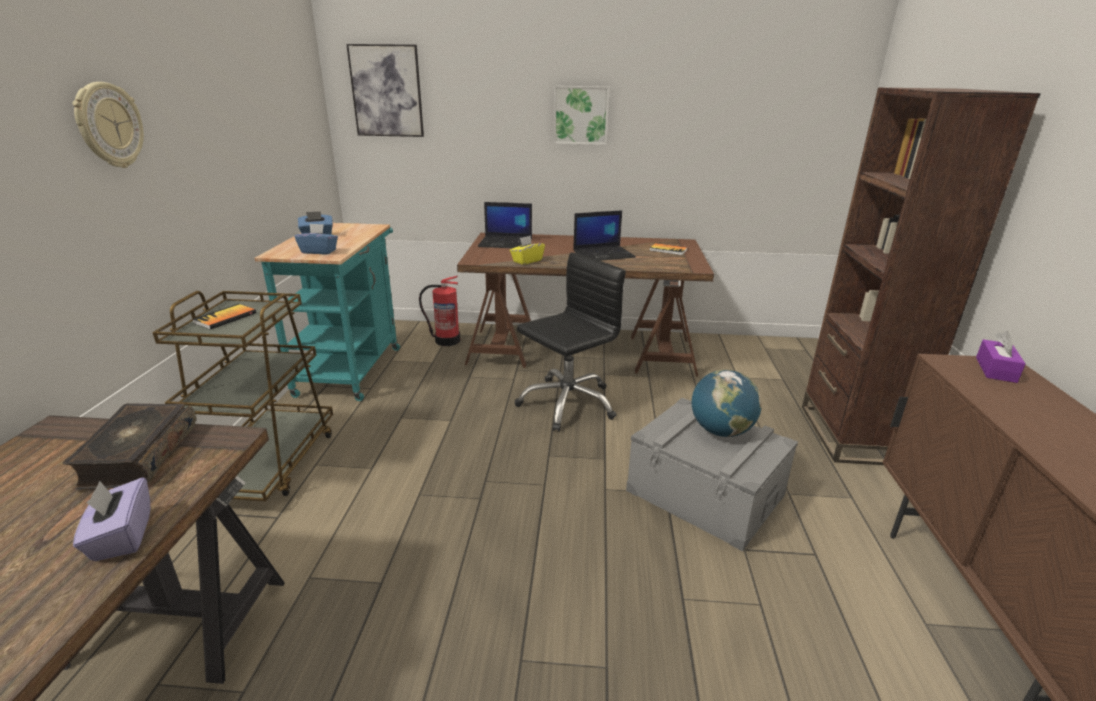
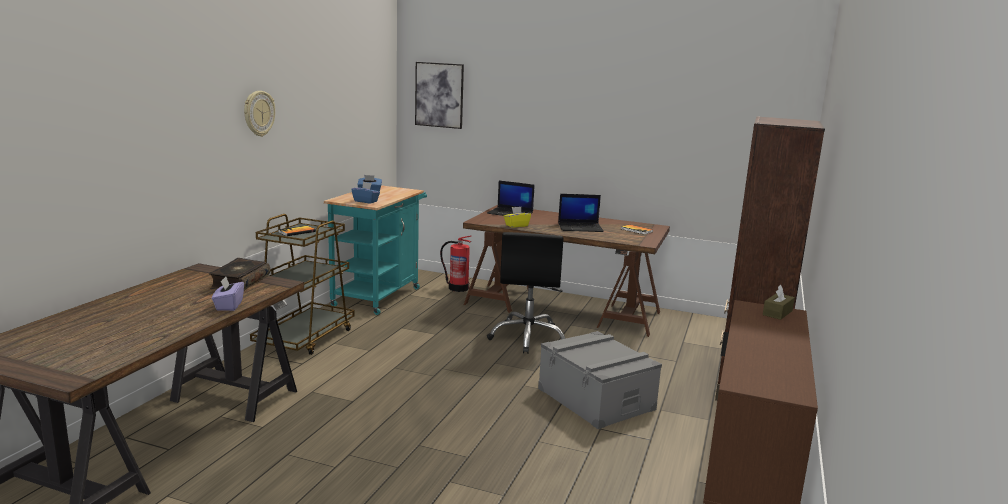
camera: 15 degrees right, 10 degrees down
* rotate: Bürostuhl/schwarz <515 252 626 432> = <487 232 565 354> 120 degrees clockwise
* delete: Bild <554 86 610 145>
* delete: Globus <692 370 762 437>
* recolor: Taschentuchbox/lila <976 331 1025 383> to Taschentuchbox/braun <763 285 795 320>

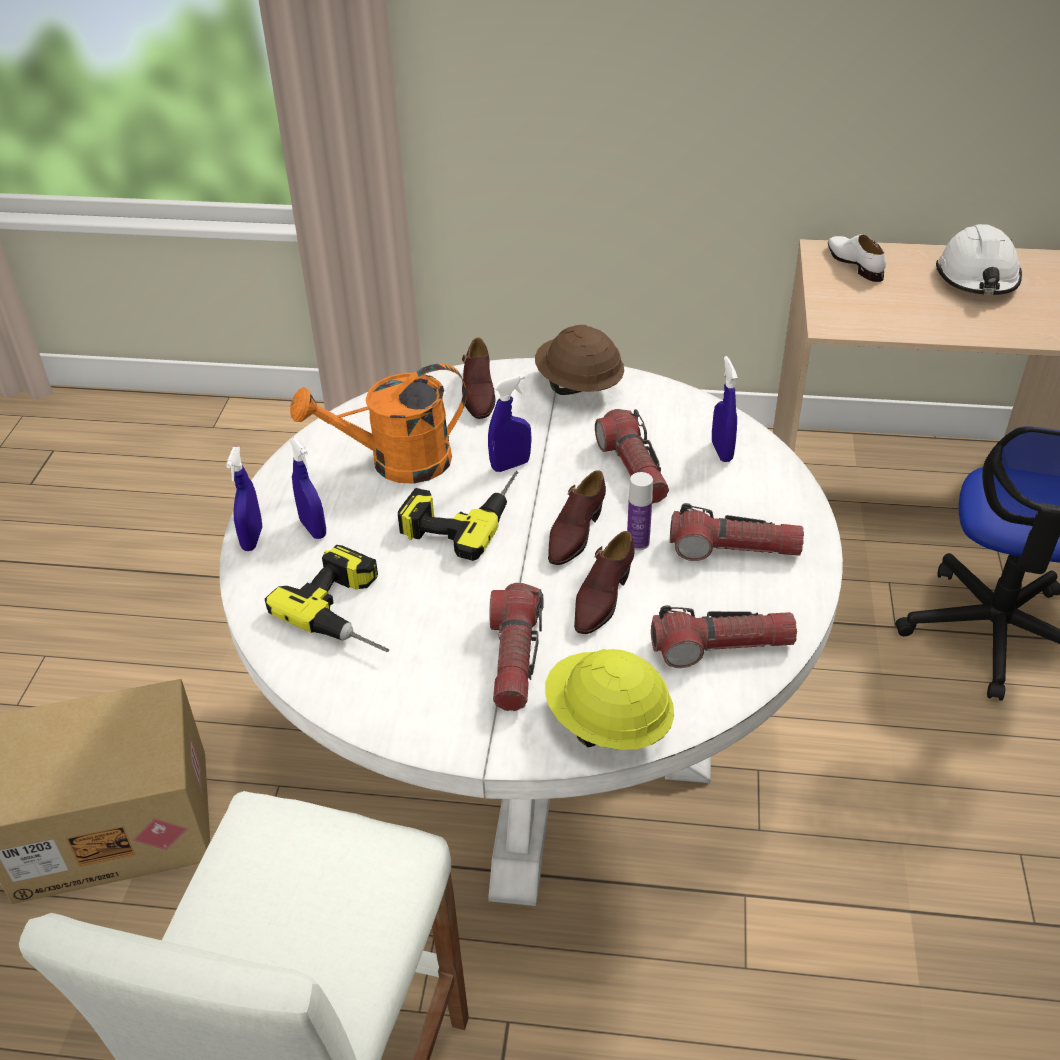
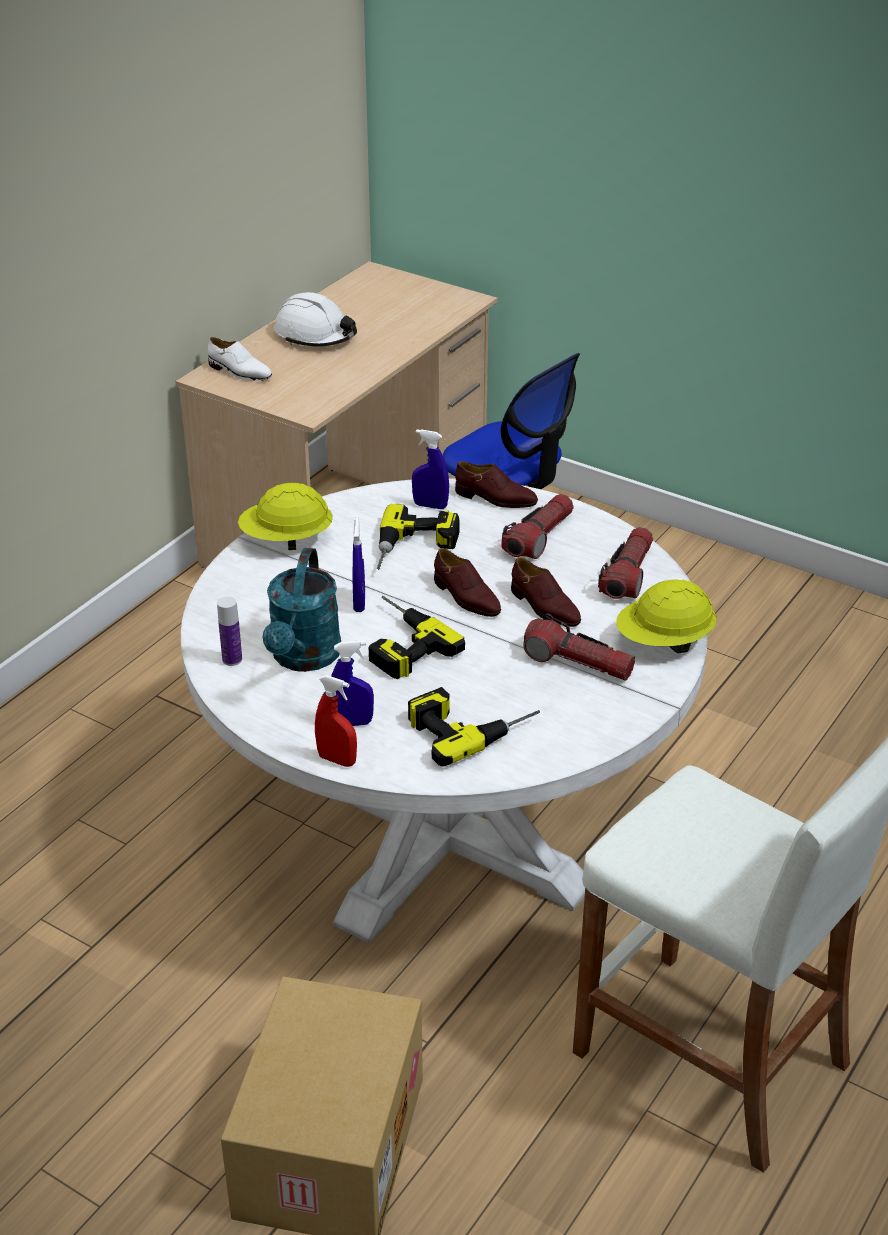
camera: 65 degrees left, 5 degrees down
* recolor: Sprühflasche/blau <226 447 262 551> to Sprühflasche/rot <315 675 357 767>
* recolor: Gießkanne/orange <290 363 467 484> to Gießkanne/türkis <263 548 341 672>
* move: Schuh/braun <462 338 495 419> to <455 461 538 508>
* recolor: Schutzhelm/braun <535 325 624 395> to Schutzhelm/gelb <238 483 333 550>
* replace: Taschenlampe <595 409 669 504> to Bohrmaschine <377 504 460 570>
* move: Flasche <627 472 653 551> to <217 596 242 666>
* rotate: Schuh/weiß <828 234 886 282> = <208 337 272 381> 150 degrees counterclockwise

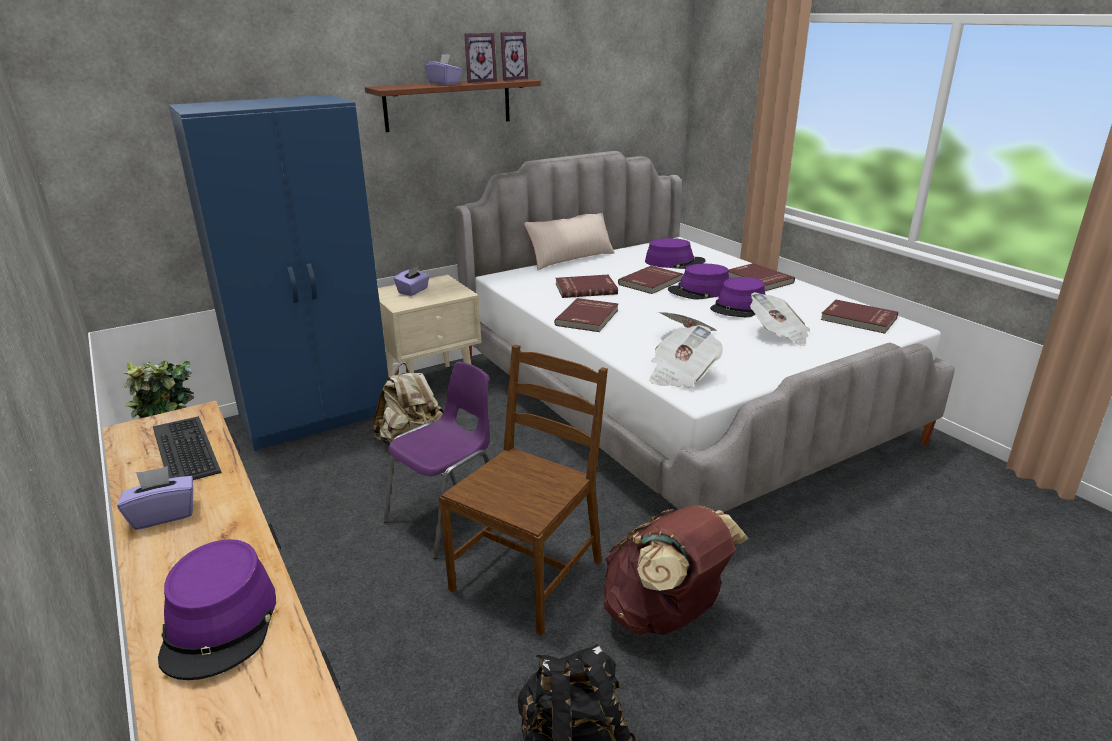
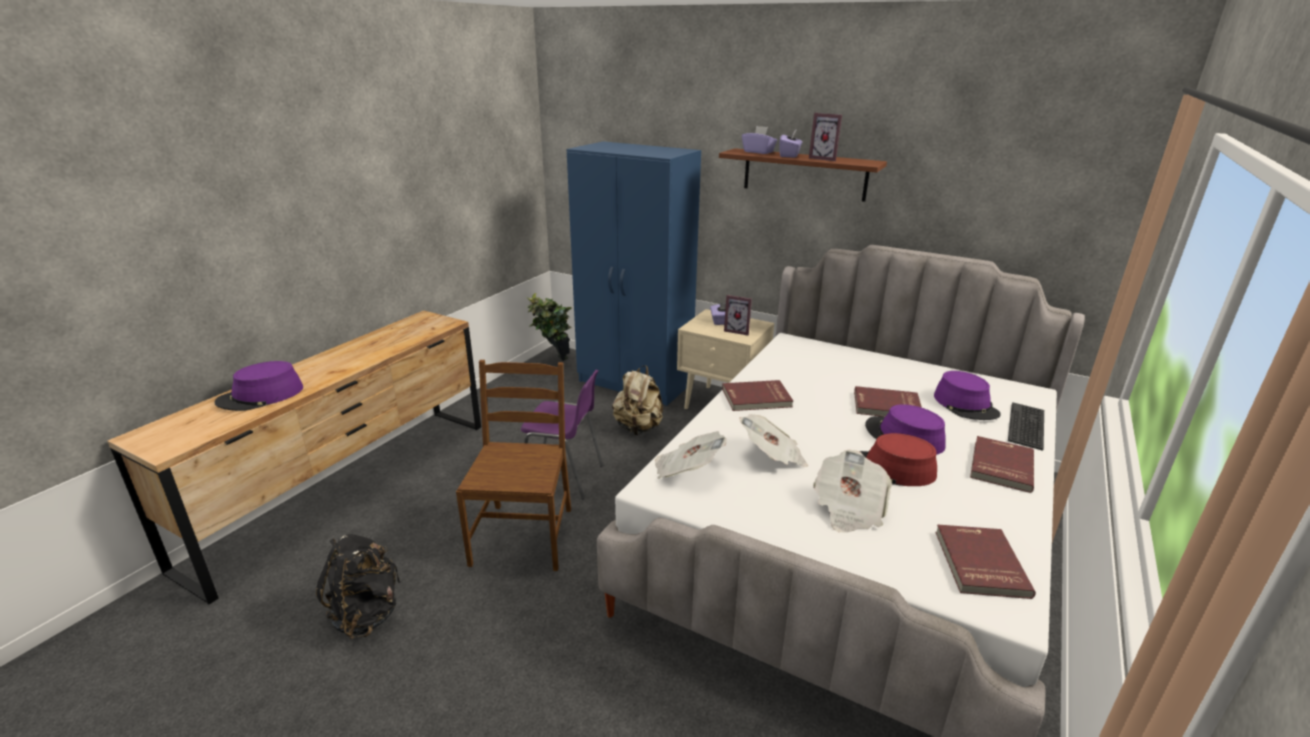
camera: 60 degrees right, 0 degrees up
* move: Taschentuchbox/lila <117 466 193 530> to <742 126 777 154>
* move: Tastatur <153 416 221 480> to <1008 402 1044 451>
* rotate: Stuhl/braun <439 344 608 635> = <456 360 571 571> 90 degrees counterclockwise
* move: Bilderrahmen <500 32 528 81> to <724 295 752 335>
* delete: Kissen/beige <524 213 615 270>
* delete: Buch/rot <555 275 618 298>
* delete: Rucksack/braun <603 506 749 635>
* recolor: Hut/lila <710 277 766 317> to Hut/rot <859 433 937 486>

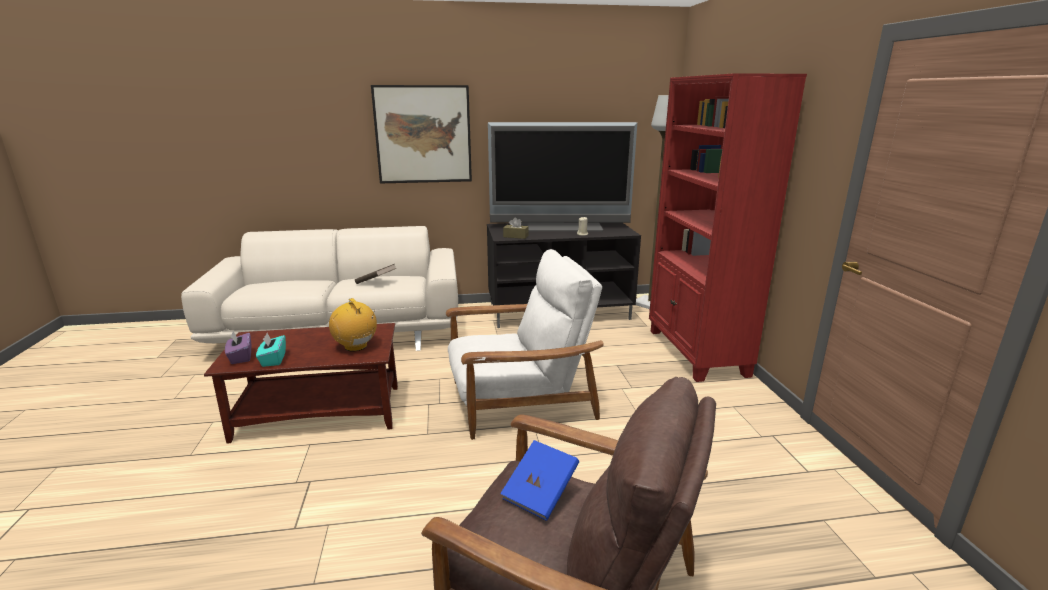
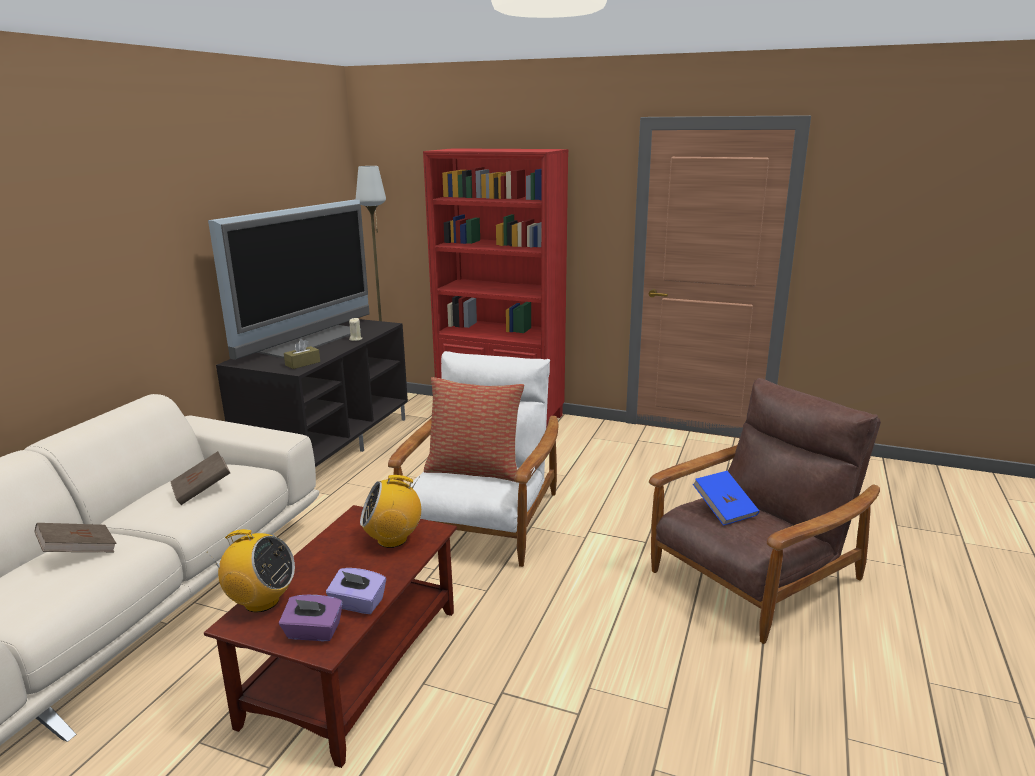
camera: 60 degrees left, 0 degrees up
* recolor: Taschentuchbox/türkis <256 333 286 367> to Taschentuchbox/lila <326 568 386 614>
* delete: Bild <371 85 472 183>
* insert: Buch/braun <34 523 116 552>
* insert: Radio <206 529 295 612>
* insert: Kissen <424 377 524 482>

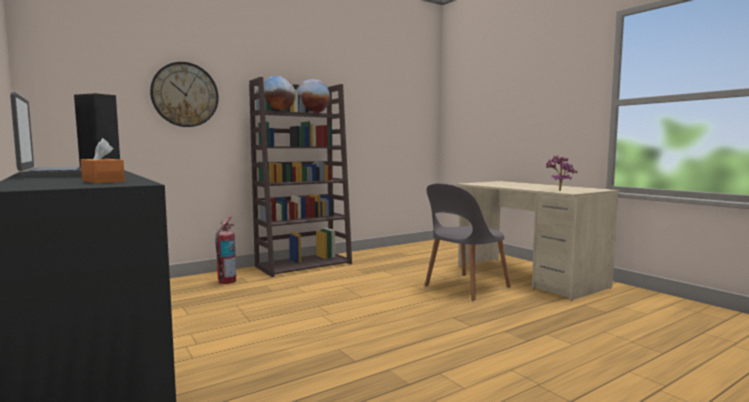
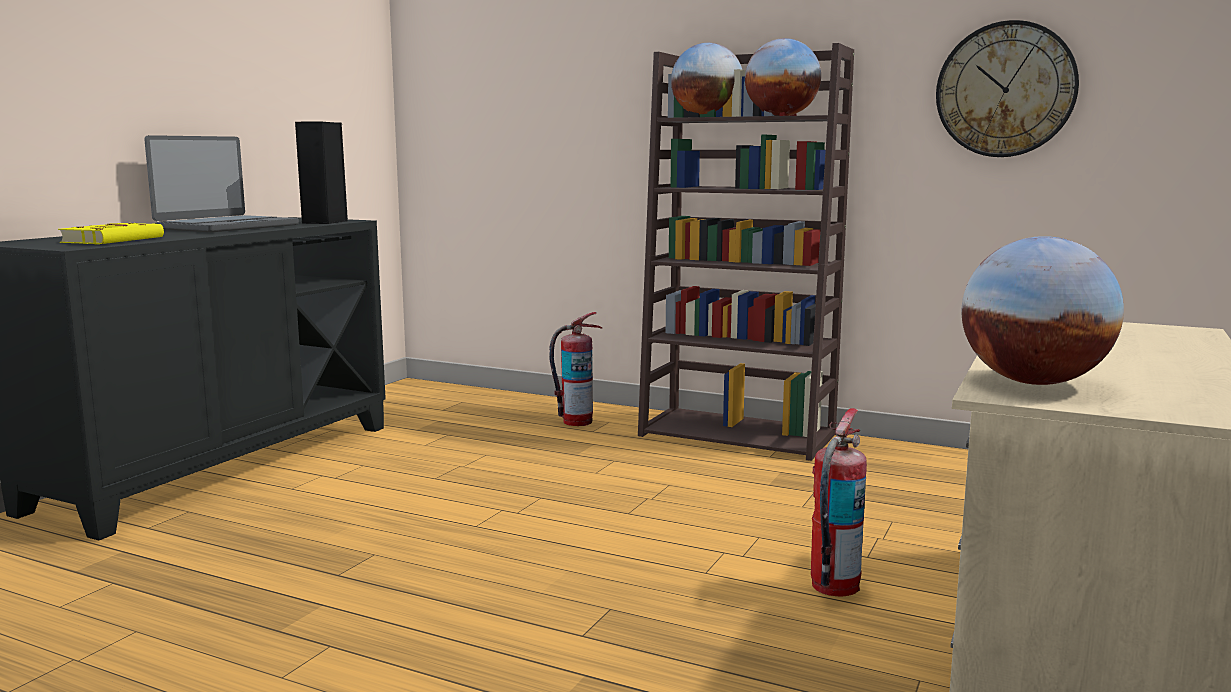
camera: 60 degrees right, 5 degrees up
* replace: Taschentuchbox/orange <81 138 125 183> to Buch/gelb <58 223 164 244>
* move: Wanduhr <150 62 219 127> to <936 20 1079 157>
* replace: Stuhl/grau <425 183 511 301> to Feuerlöscher <811 408 867 597>
* replace: Topfpflanze <545 156 577 191> to Globus <962 236 1124 385>

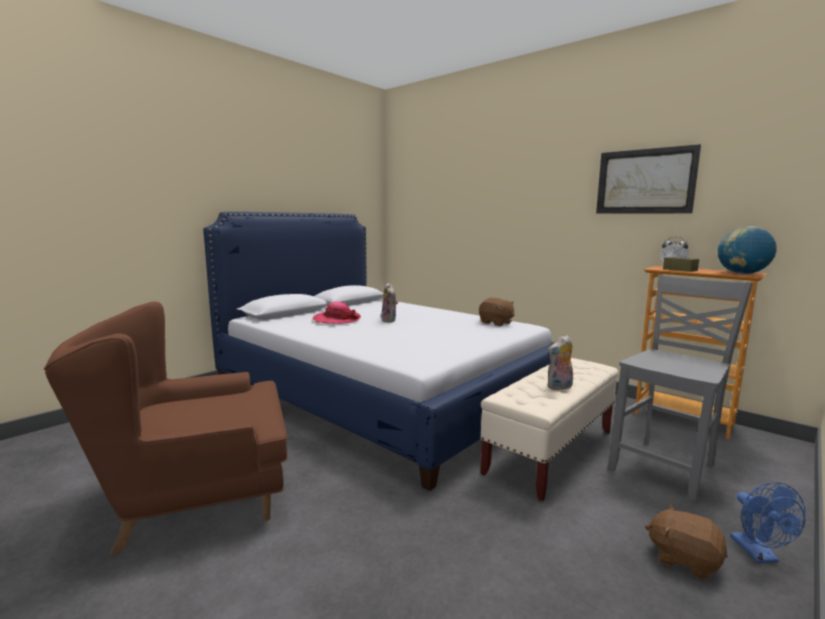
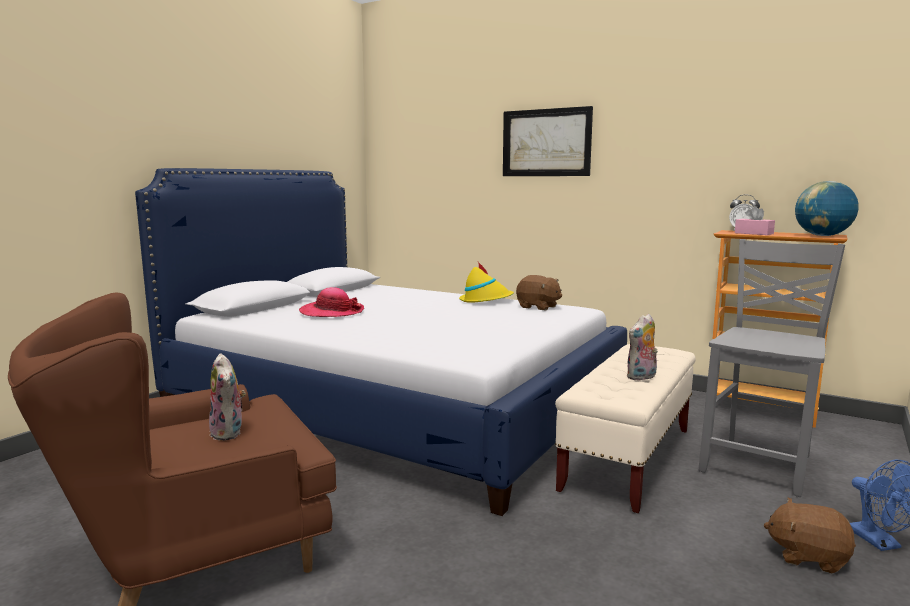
camera: 10 degrees left, 0 degrees up
* move: Plüschtier <381 283 398 322> to <209 353 246 440>
* move: Bild <596 144 701 214> to <503 106 593 176>
* recolor: Taschentuchbox/braun <663 247 699 272> to Taschentuchbox/rosa <735 206 775 235>
* insert: Hut/gelb <459 262 514 303>

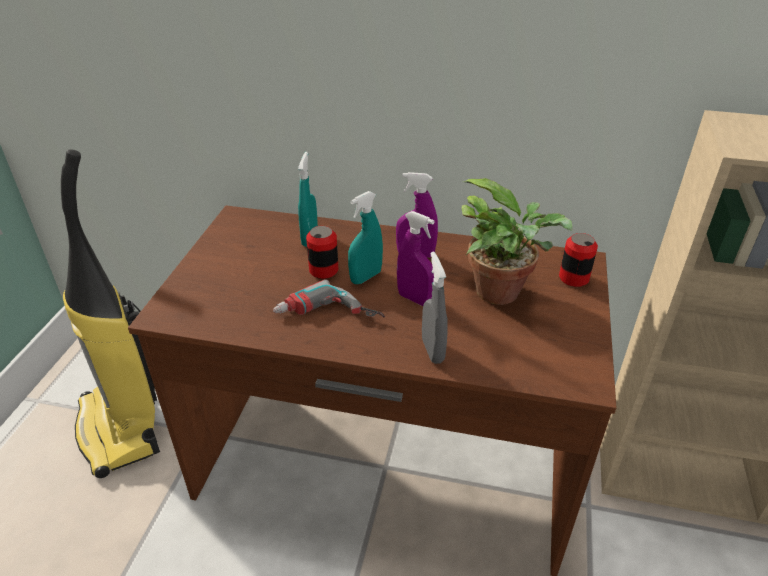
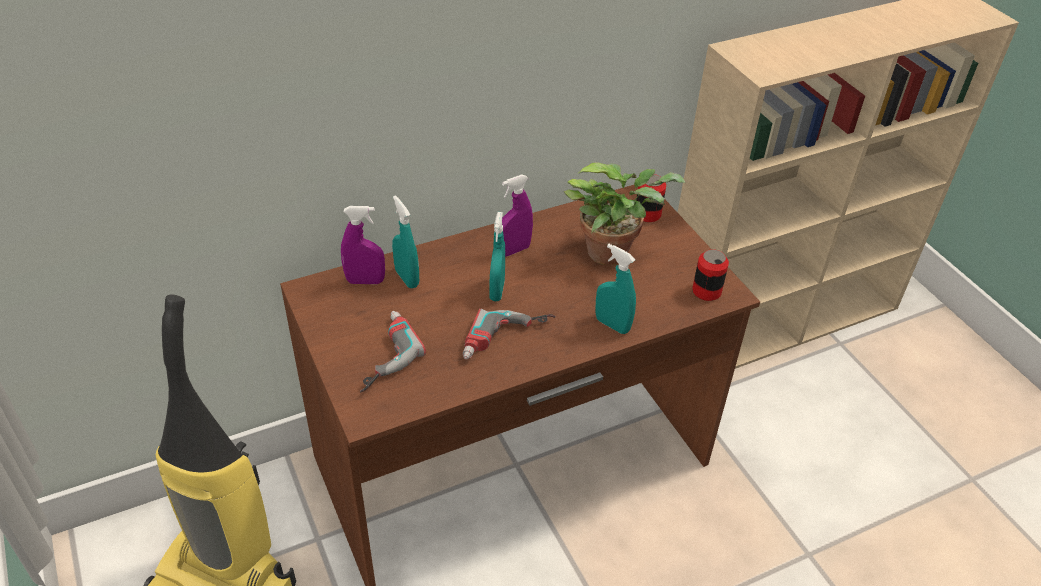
camera: 40 degrees left, 5 degrees up
* move: Dose <306 226 338 279> to <692 249 729 301>
* move: Sprühflasche/lila <397 211 435 306> to <341 206 385 284>
* recolor: Sprühflasche/grau <422 252 448 364> to Sprühflasche/türkis <595 244 636 334>
* insert: Bohrmaschine <360 311 426 392>

